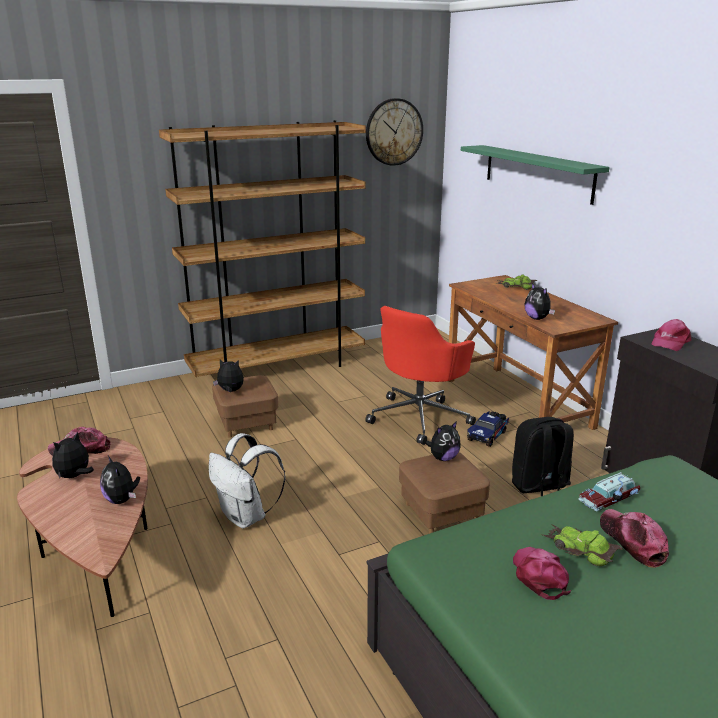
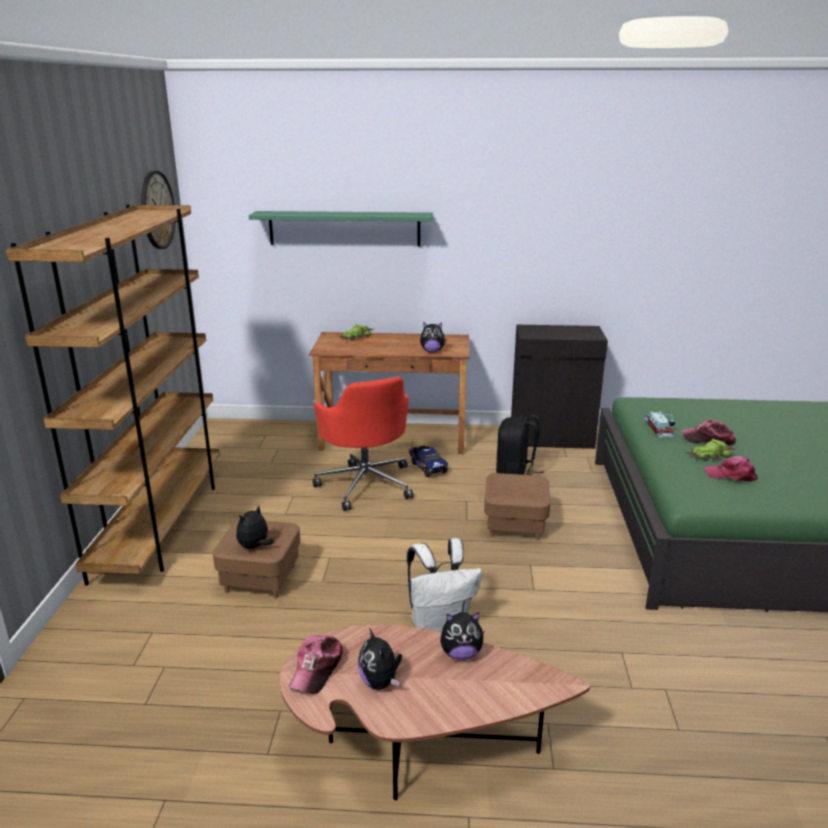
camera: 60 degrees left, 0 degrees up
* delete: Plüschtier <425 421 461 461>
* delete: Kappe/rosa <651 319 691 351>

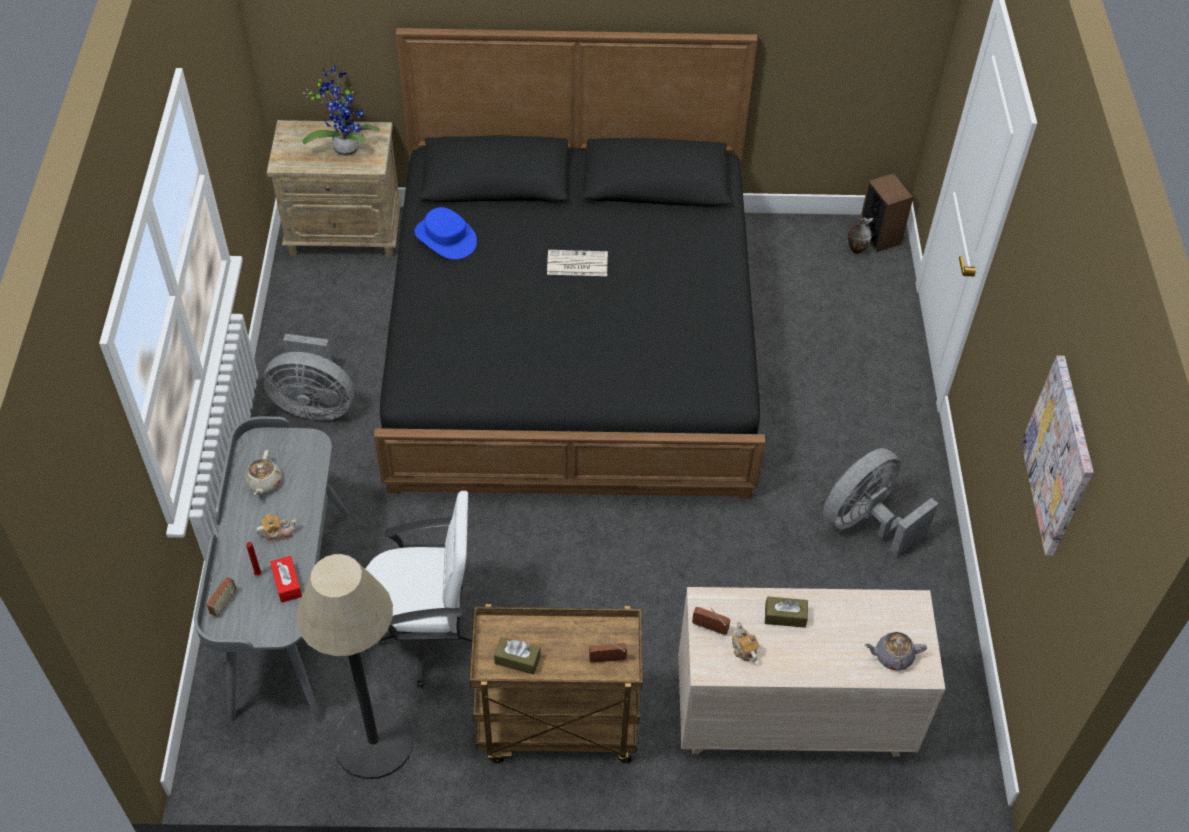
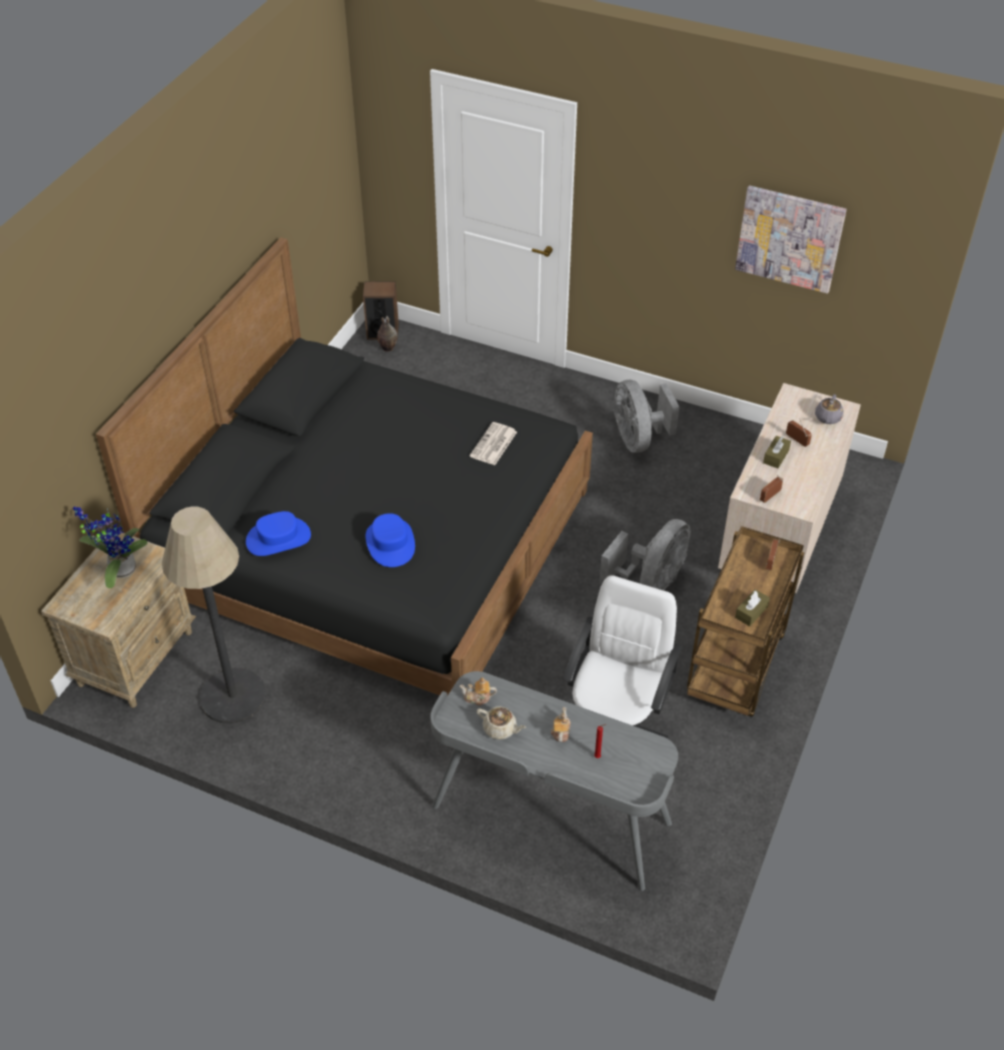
camera: 65 degrees left, 5 degrees down
* move: Radio <206 577 236 617> to <786 418 812 447>
* move: Ventilator/grau <263 334 354 420> to <599 519 690 590>
* delete: Taschentuchbox/rot <270 556 302 603>
* move: Stehlampe <296 554 414 779> to <162 507 266 724>
* move: Zeitung <547 250 608 276> to <470 422 517 465>
* move: Teekanne <732 621 759 662> to <460 678 497 706>
* insert: Hut/blau <366 513 415 567>

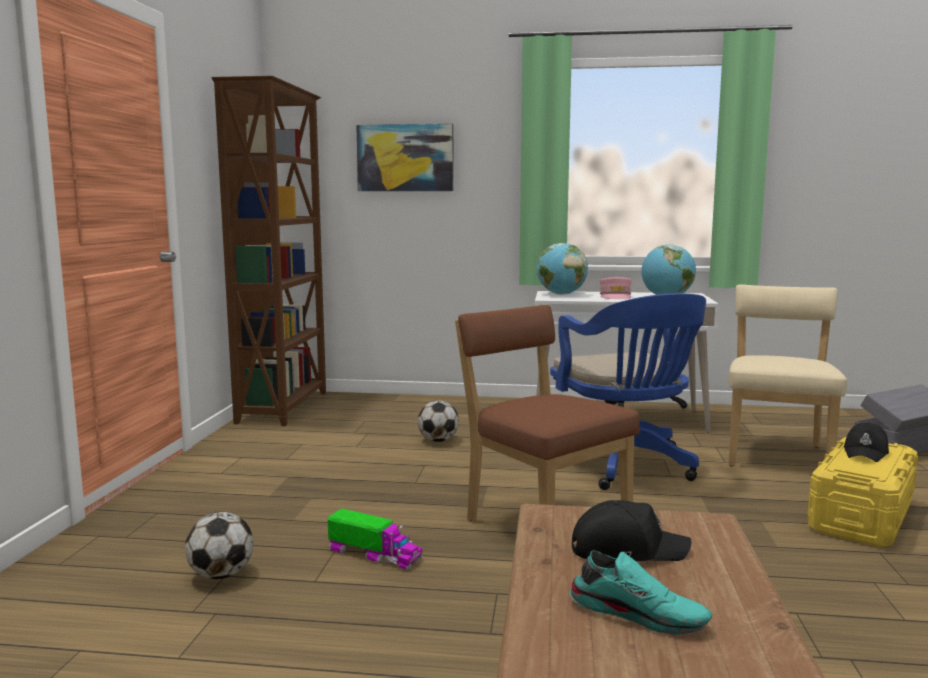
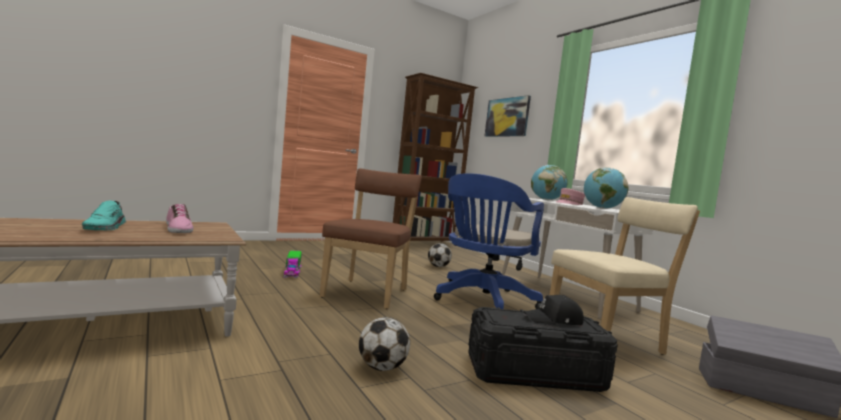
camera: 50 degrees right, 5 degrees down
* move: Fußball <185 512 253 579> to <359 317 410 371>
* replace: Kappe/schwarz <572 500 691 561> to Schuh <166 204 193 233>
* recolor: Aufbewahrungsbox/gelb <808 437 918 547> to Aufbewahrungsbox/schwarz <468 307 618 392>

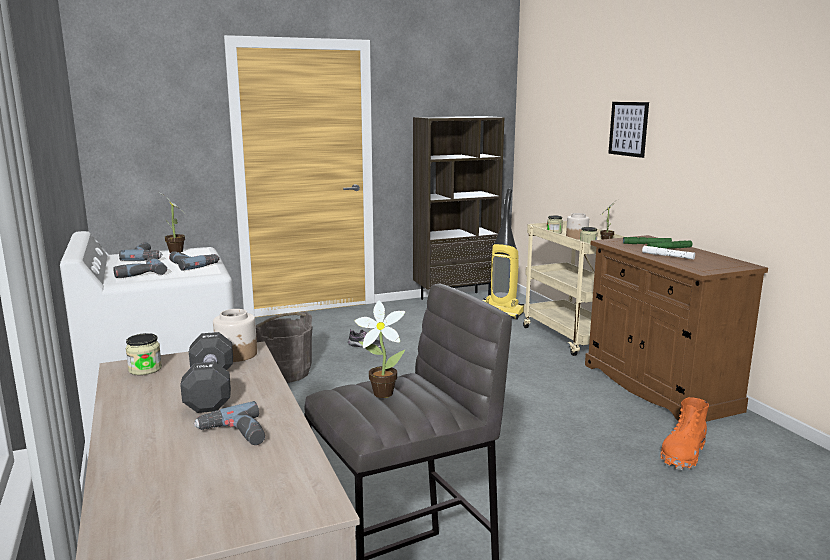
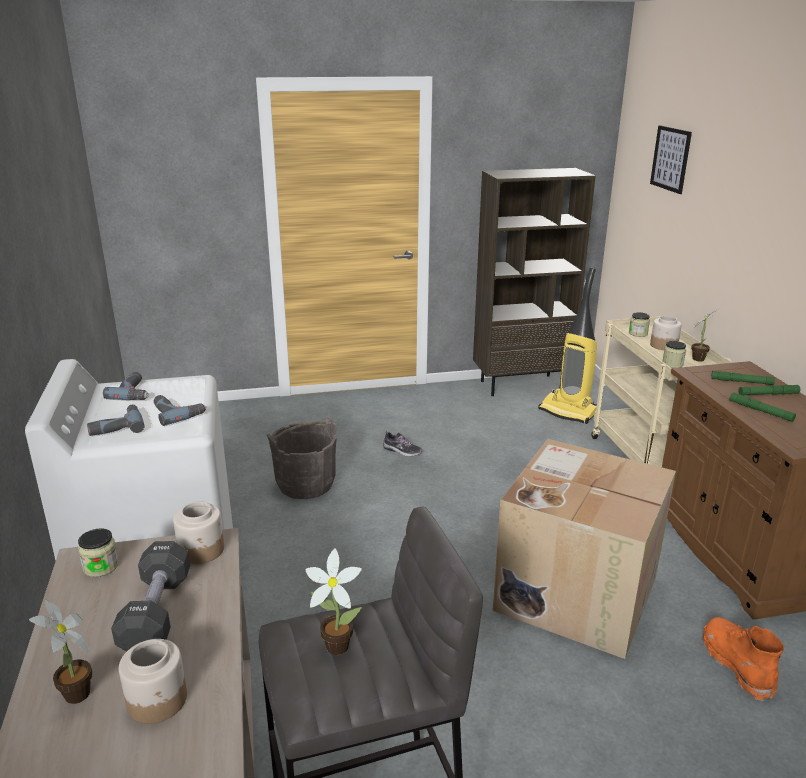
camera: 10 degrees right, 10 degrees up
* move: Topfpflanze <159 192 187 253> to <29 599 93 704>
* replace: Bohrmaschine <194 401 265 445> to Vorratsglas <119 639 187 724>
* move: Bild <608 102 649 158> to <650 125 692 194>
* recolor: Taschenlampe/weiß <642 246 695 260> to Taschenlampe/grün <729 392 796 422>
* rotate: Stiefel/orange <661 397 709 470> = <703 617 784 701> 120 degrees clockwise
* insert: Karton <493 439 676 659>

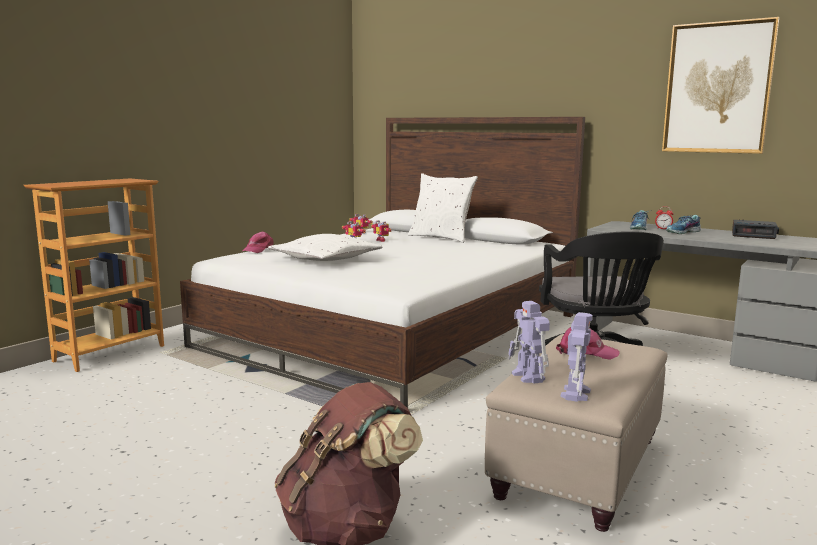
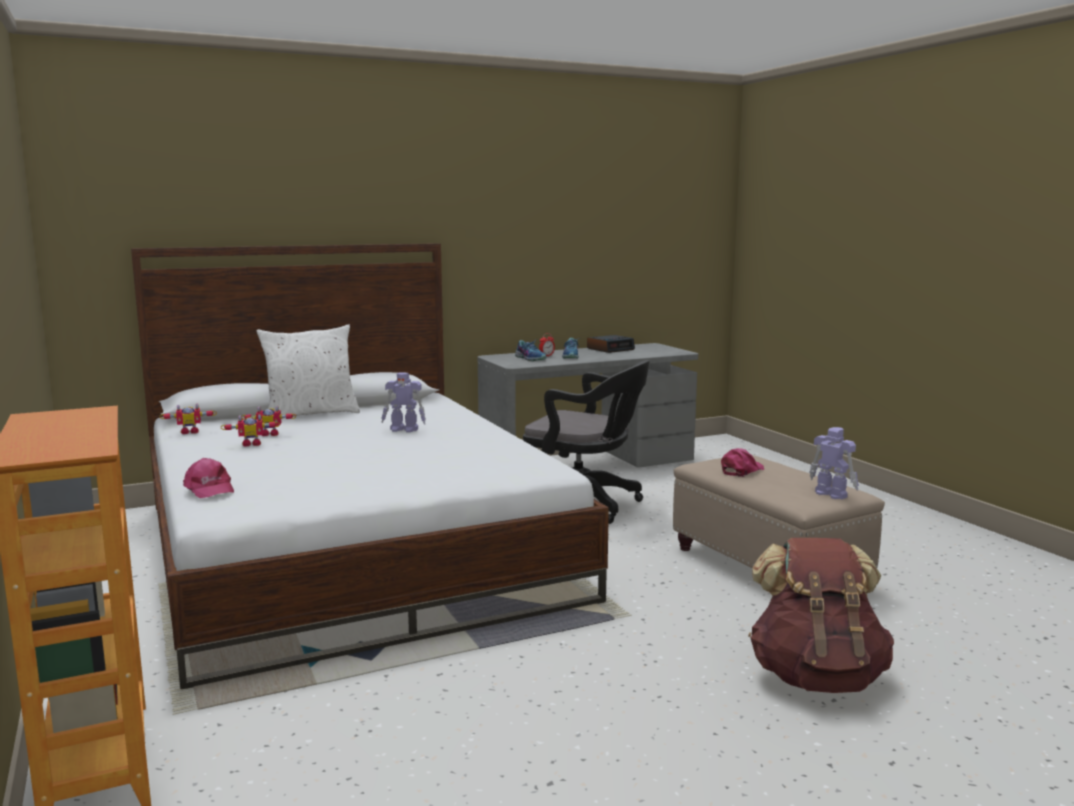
camera: 60 degrees left, 0 degrees up
* delete: Kissen/weiß <268 234 382 261>
* move: Spielzeugroboter <508 301 550 384> to <381 372 426 433>
* delete: Bild <662 17 779 154>

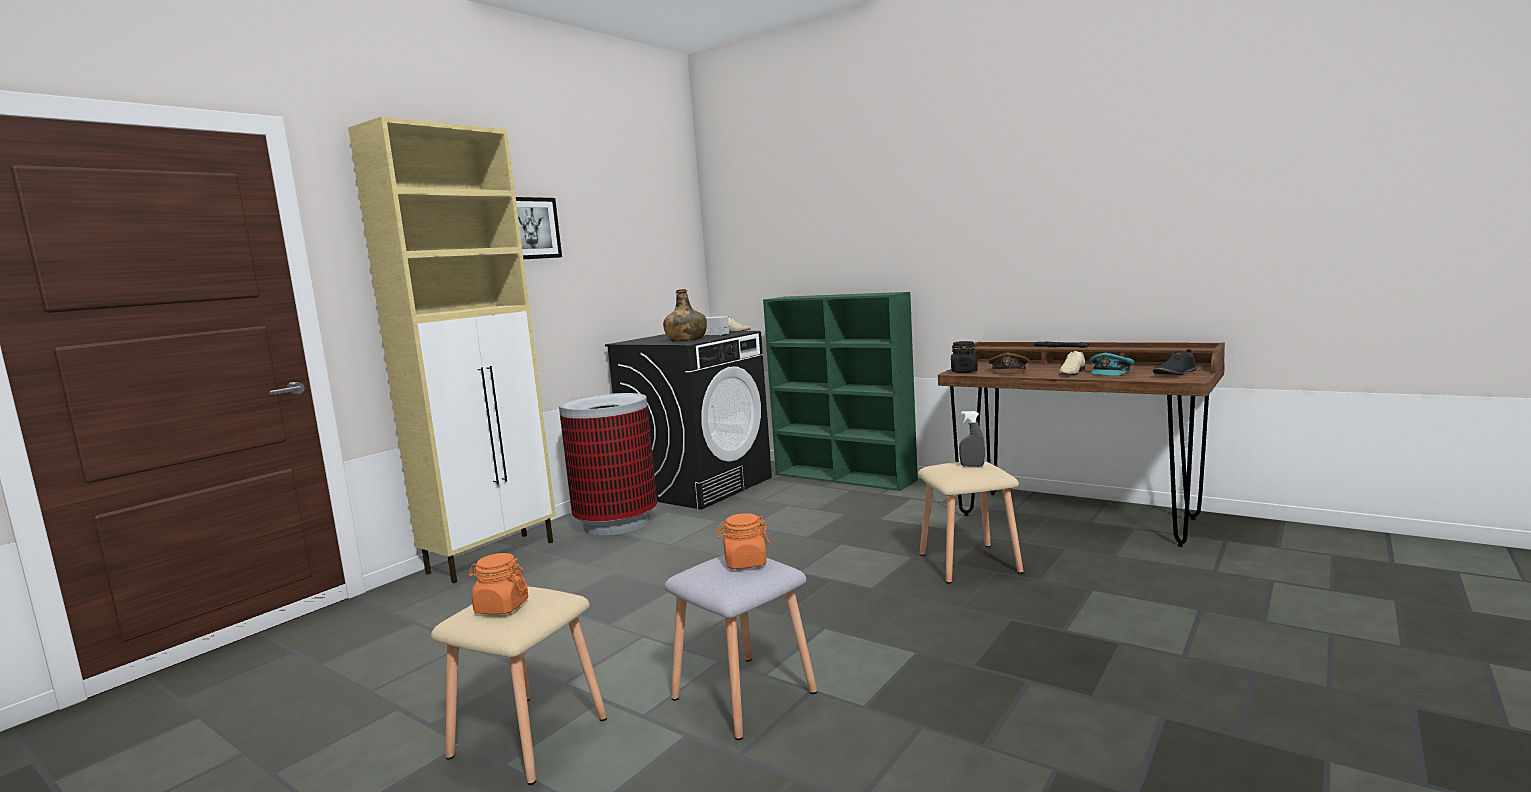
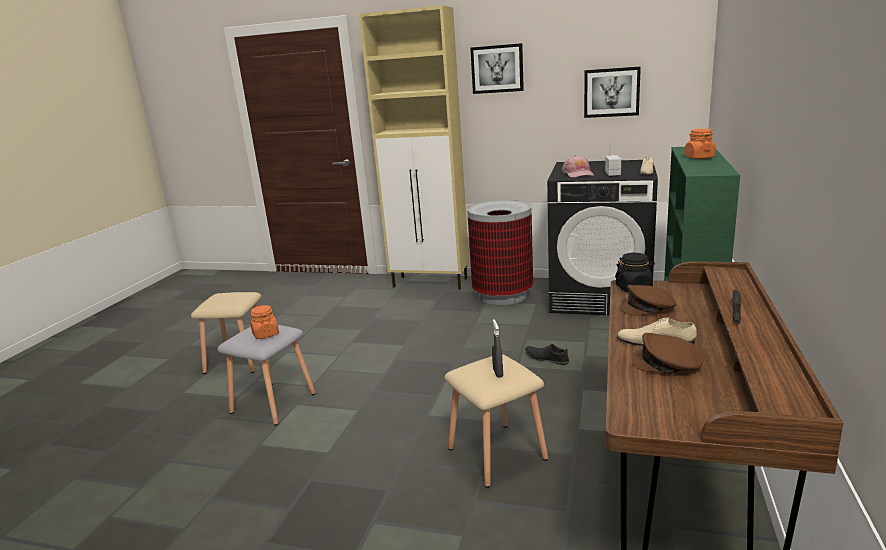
camera: 70 degrees right, 10 degrees up
* move: Vorratsglas/orange <469 553 528 615> to <684 129 716 159>
* replace: Flasche/grün <663 289 707 342> to Kappe/rosa <562 155 594 178>
* recolor: Kappe/türkis <1089 353 1134 376> to Kappe/braun <632 333 703 374>
* move: Schuh/schwarz <1153 349 1197 375> to <525 344 569 365>
* insert: Bild <584 67 641 118>

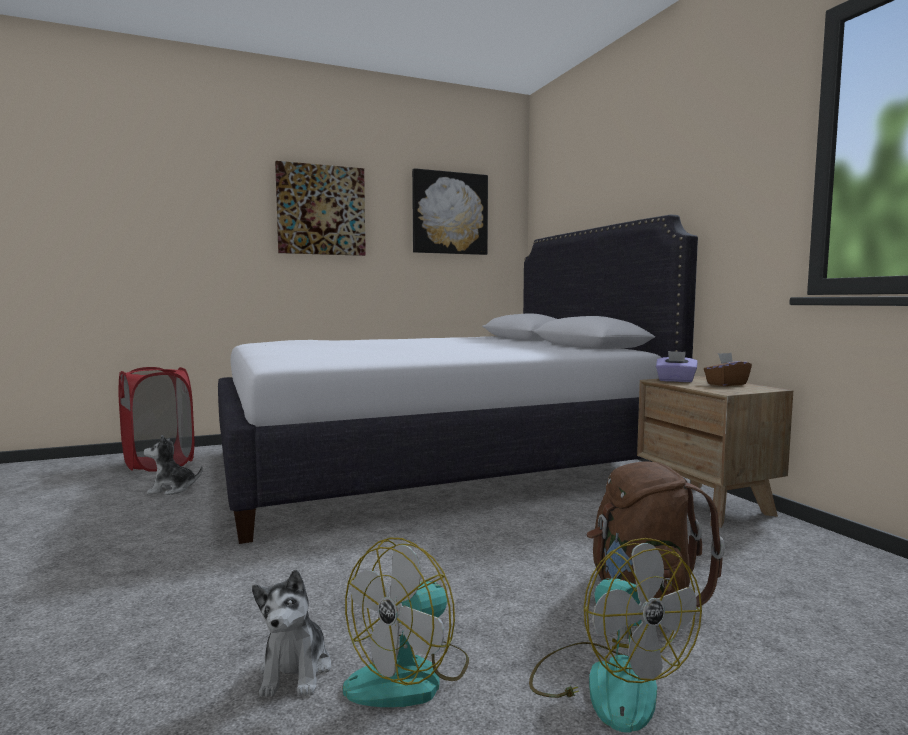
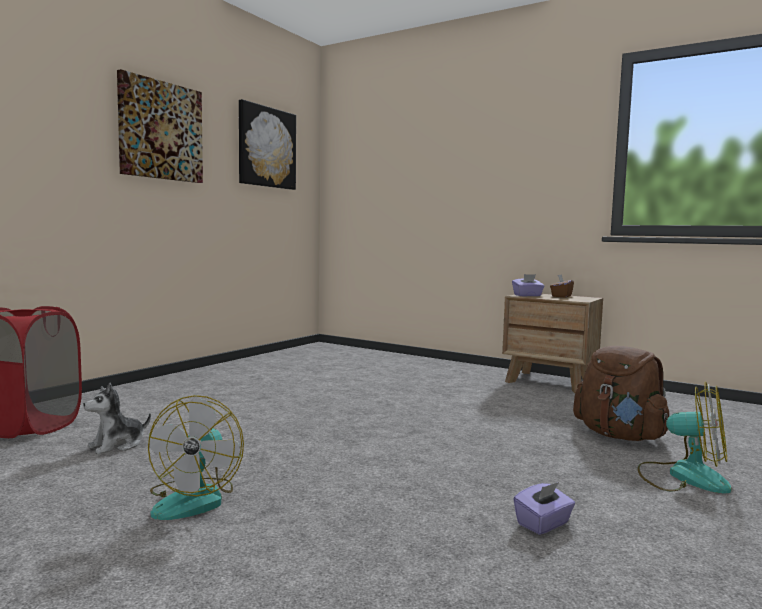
camera: 35 degrees left, 0 degrees up
* delete: Bett/weiß <218 215 698 544>
* replace: Plüschtier <252 570 331 697> to Taschentuchbox/lila <514 482 575 535>
* move: Ventilator <343 538 469 707> to <148 395 244 520>

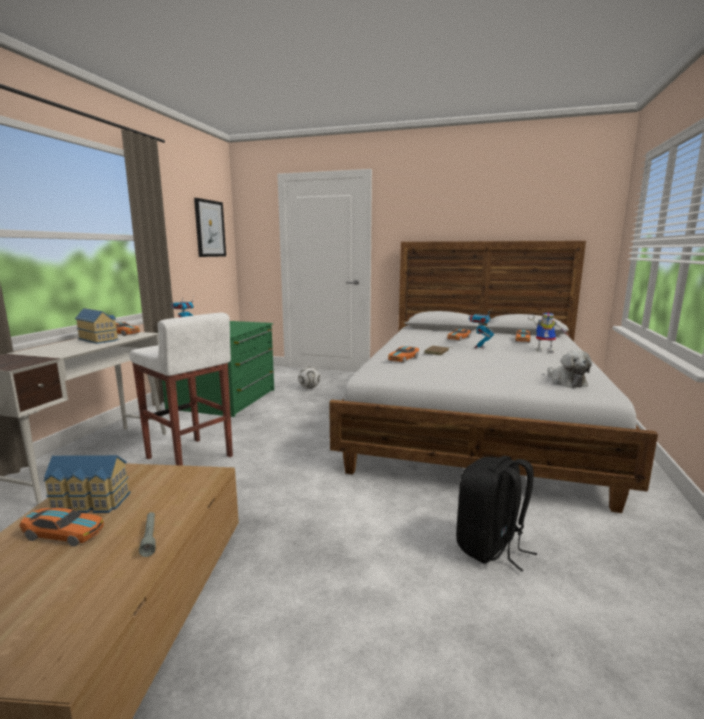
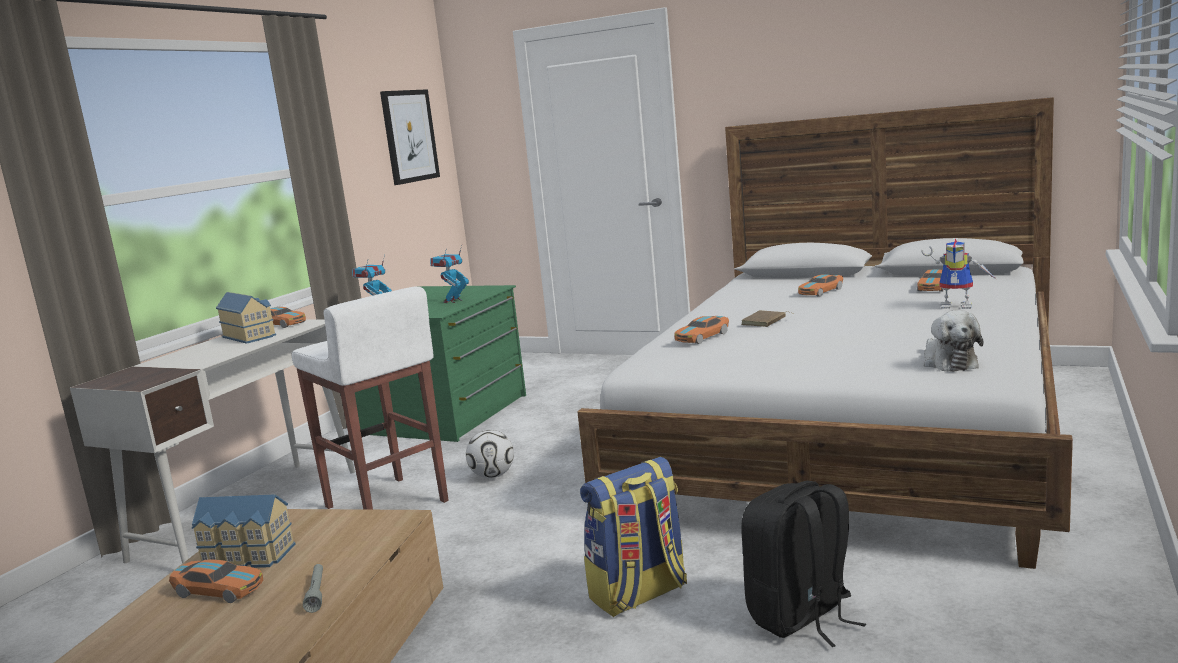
camera: 10 degrees right, 0 degrees up
* move: Fußball <298 366 320 389> to <466 430 514 478>
* move: Spielzeugroboter <468 308 494 349> to <430 246 469 303>
* insert: Rucksack <580 457 687 617>

